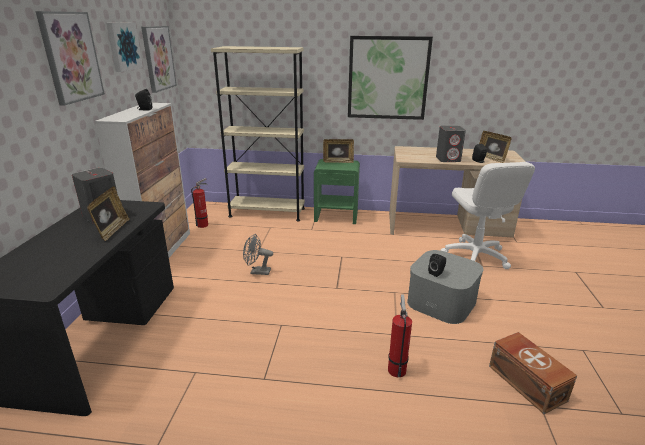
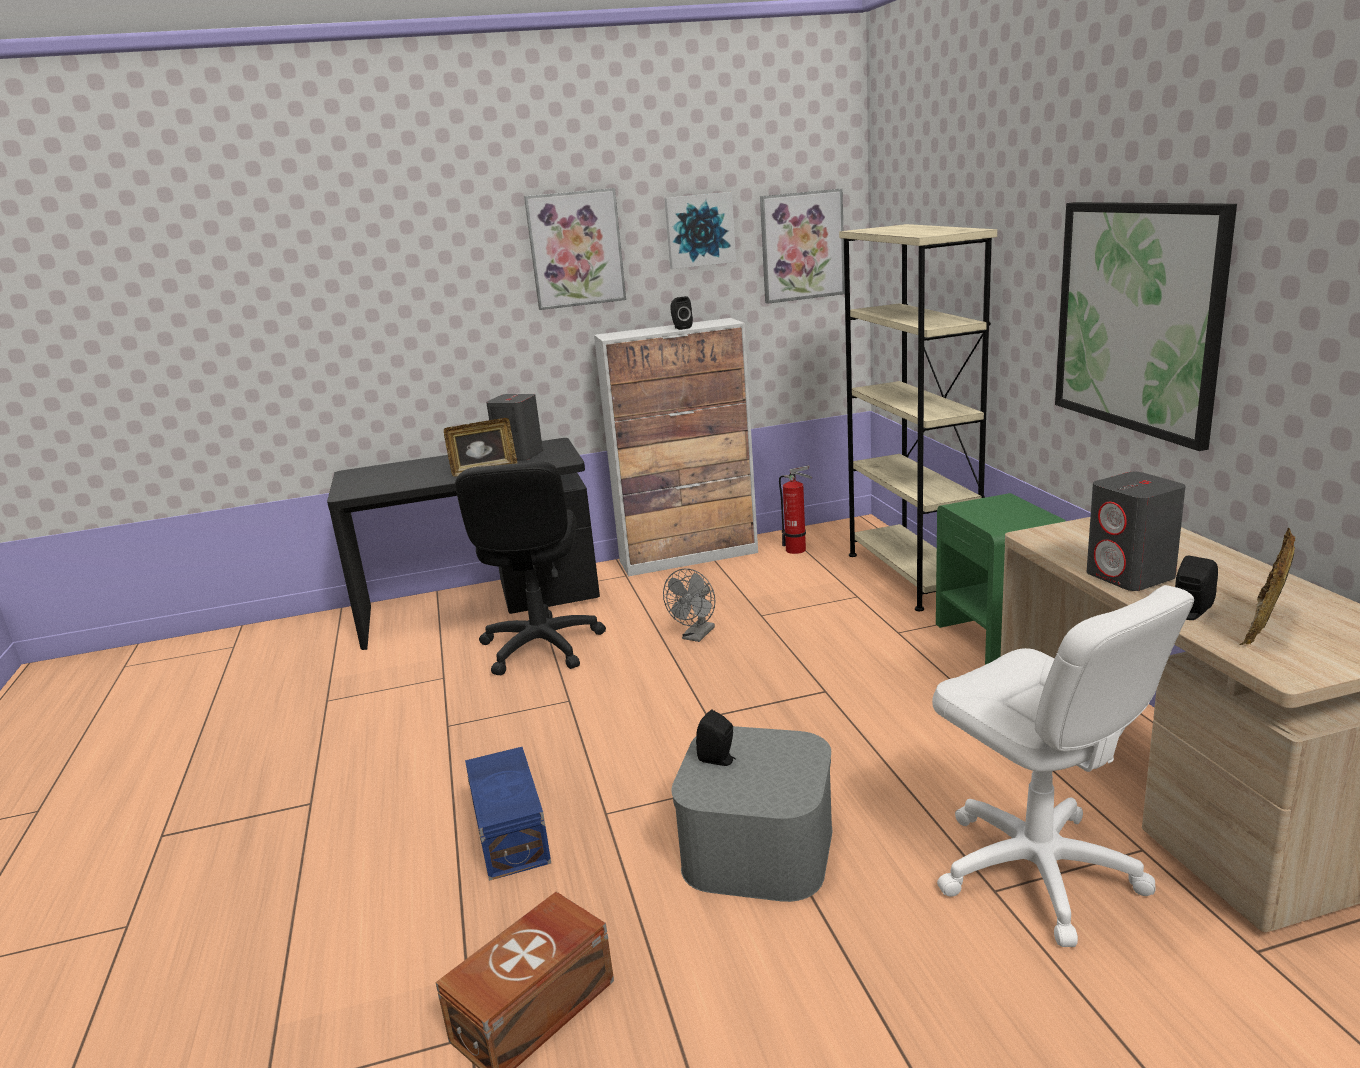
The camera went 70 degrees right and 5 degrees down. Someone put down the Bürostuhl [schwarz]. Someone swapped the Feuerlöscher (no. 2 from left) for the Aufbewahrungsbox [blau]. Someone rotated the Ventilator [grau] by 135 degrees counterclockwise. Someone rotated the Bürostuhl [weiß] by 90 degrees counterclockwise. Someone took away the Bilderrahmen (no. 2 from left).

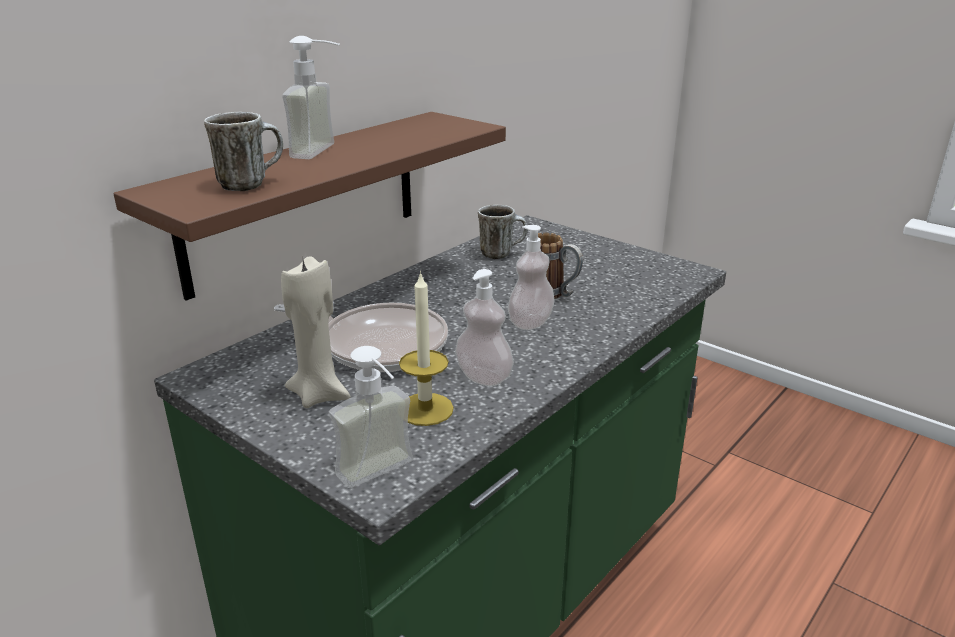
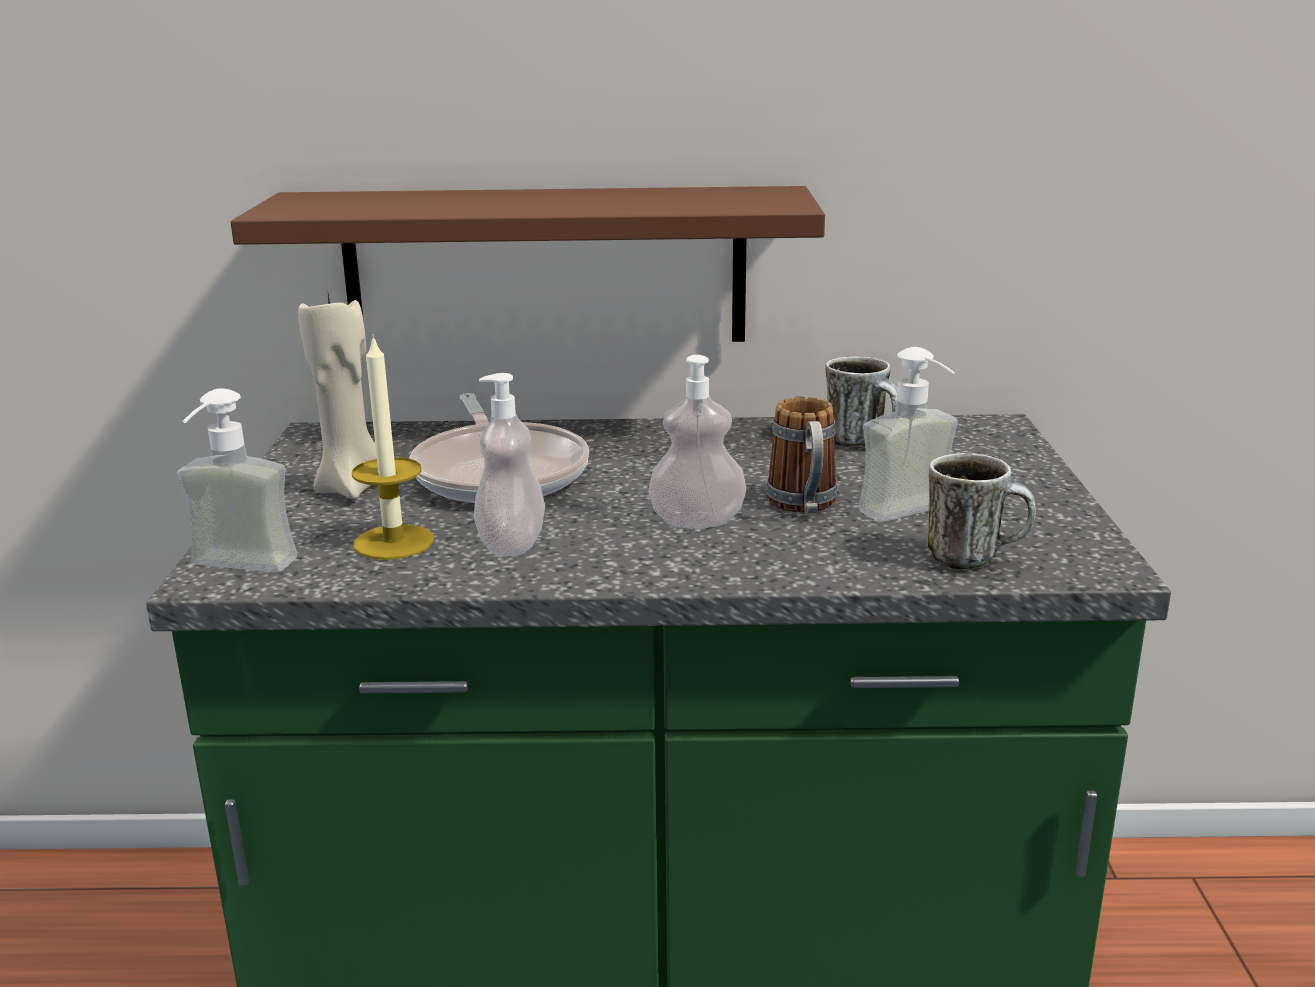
The camera went 50 degrees right and 5 degrees down. Someone carried the Seifenspender (no. 1 from left in the first image). Someone carried the Henkelbecher (no. 1 from left in the first image).

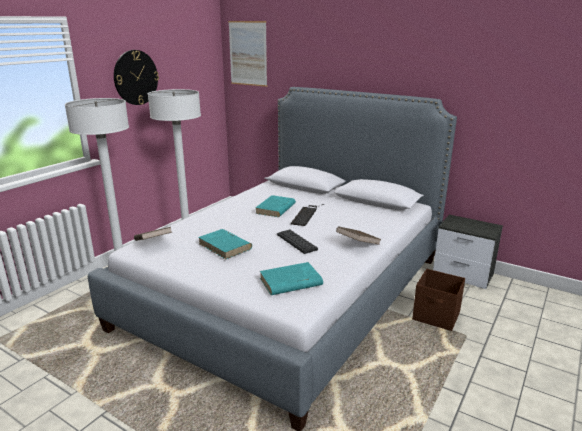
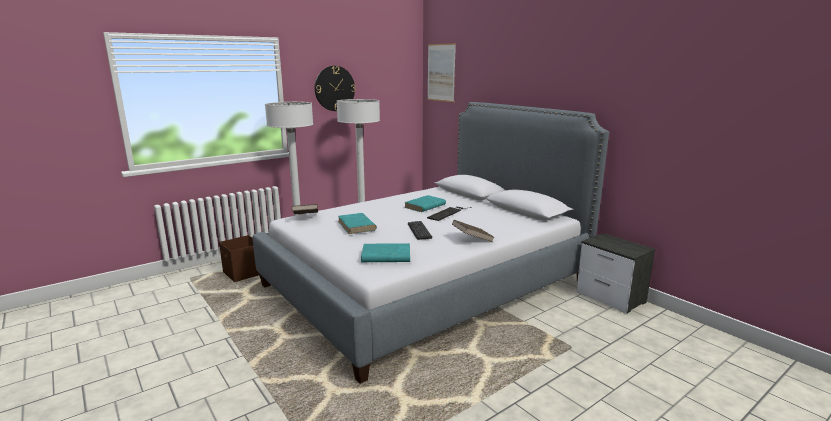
The camera went 20 degrees right and 5 degrees down. Someone carried the Aufbewahrungsbox [braun].

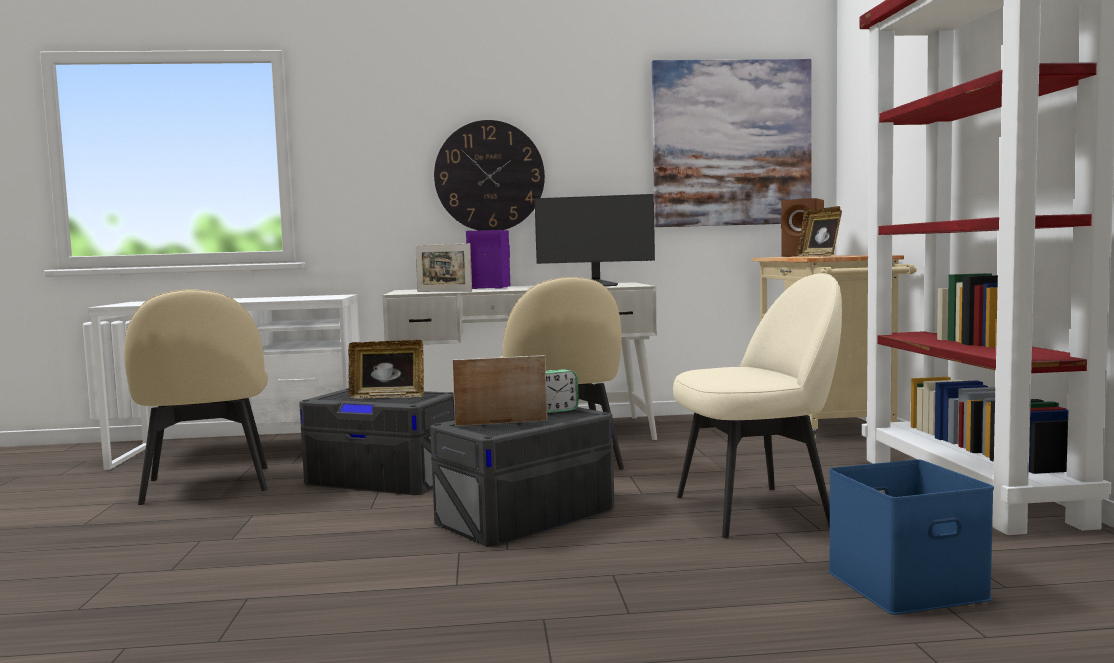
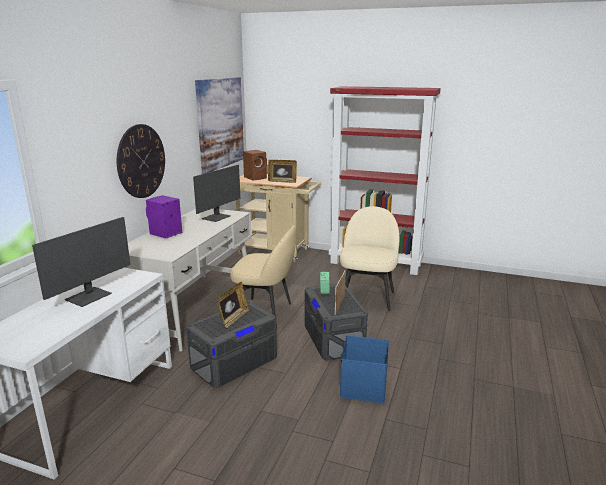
The camera went 65 degrees left and 15 degrees up. Someone put down the Monitor (no. 1 from left). Someone carried the Aufbewahrungsbox [blau]. Someone took away the Stuhl [beige] (no. 1 from left). Someone took away the Bilderrahmen (no. 2 from left).

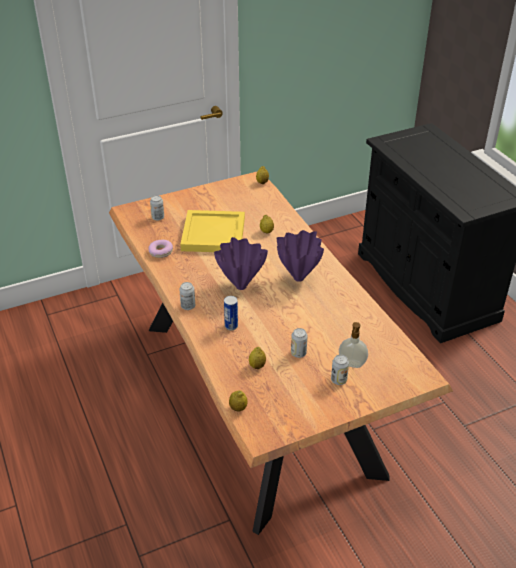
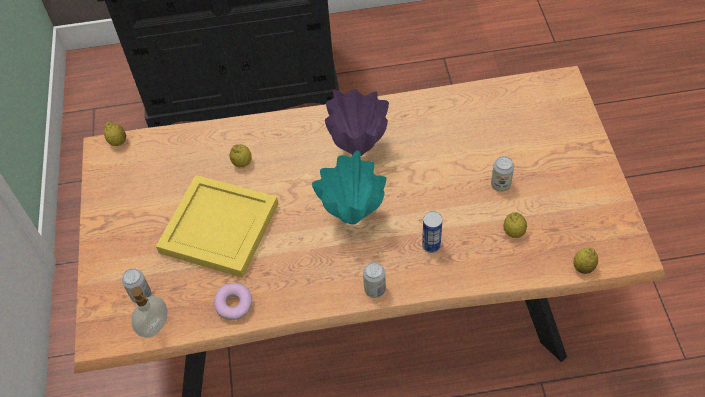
The camera went 70 degrees left and 15 degrees up. Someone carried the Seifenspender. Someone repainted the Vase [lila] (no. 1 from left), which became the Vase [türkis]. Someone took away the Dose (no. 5 from left).

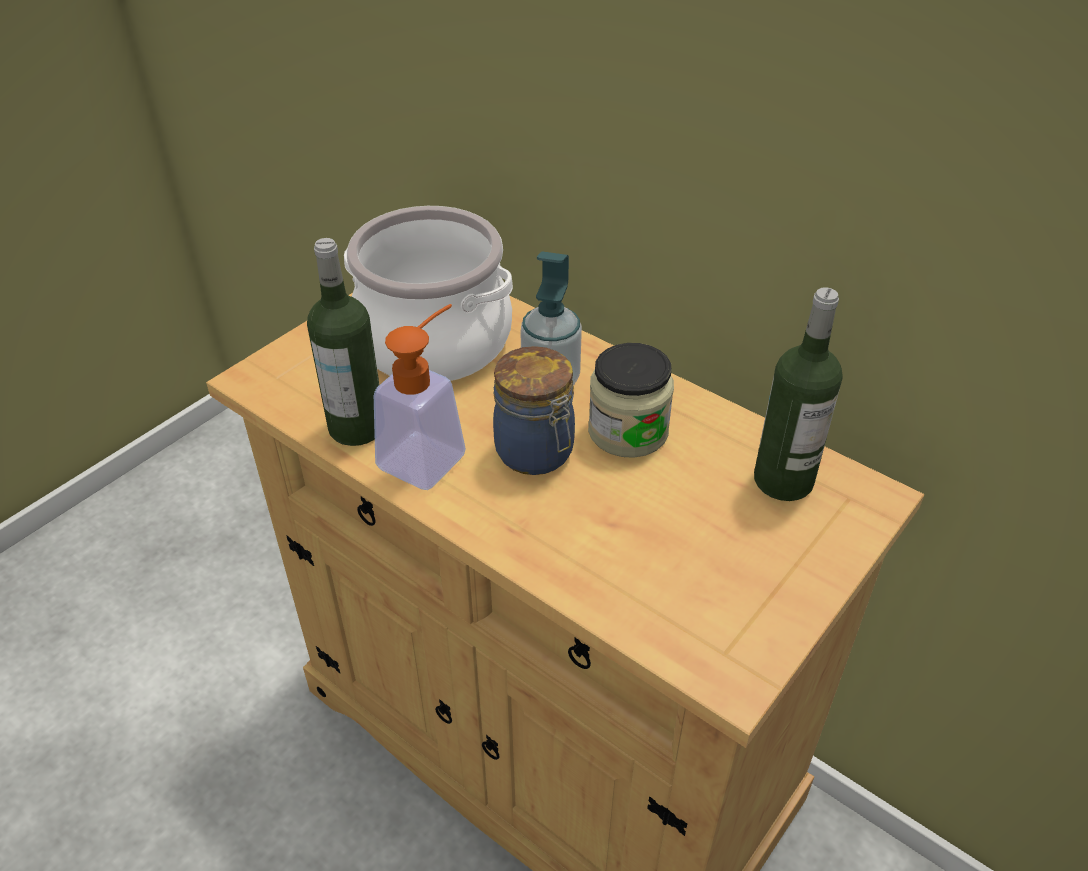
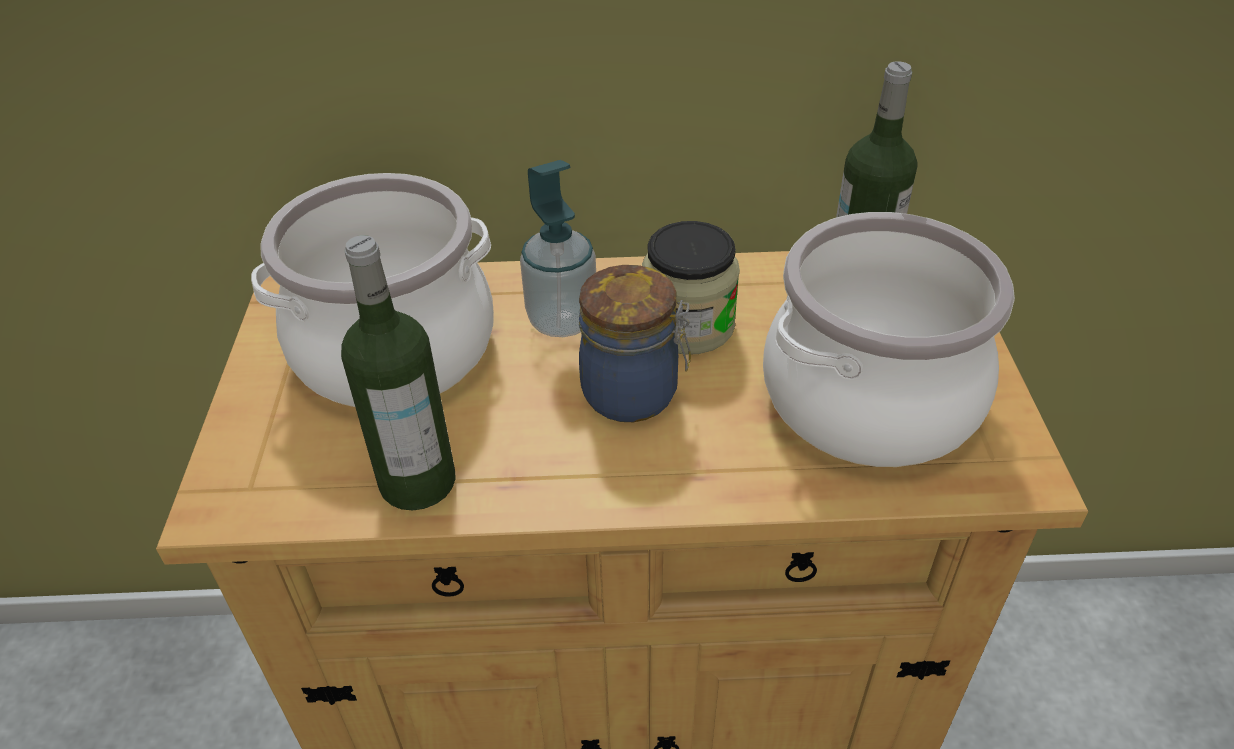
The camera went 40 degrees left and 0 degrees up. Someone put down the Kochtopf (no. 2 from left). Someone took away the Seifenspender (no. 1 from left).

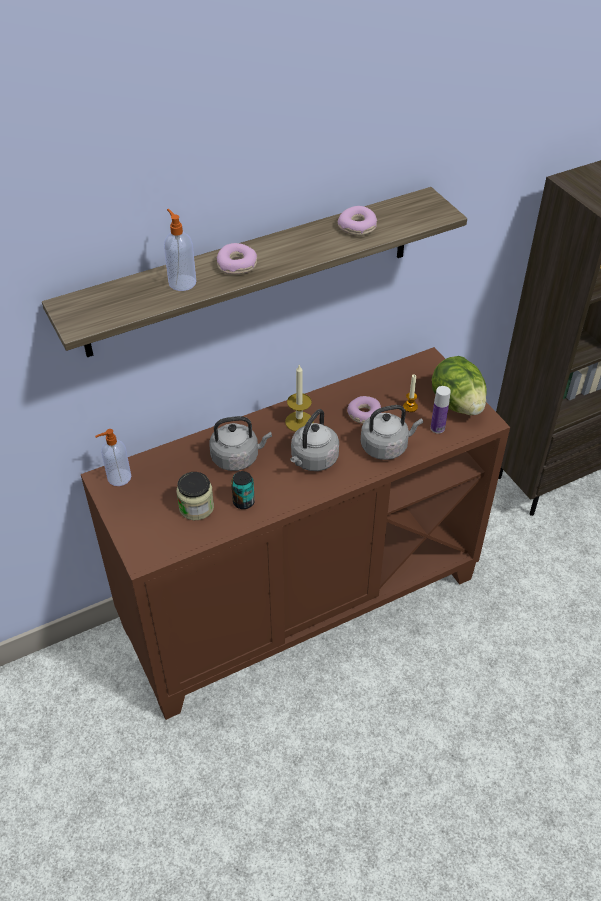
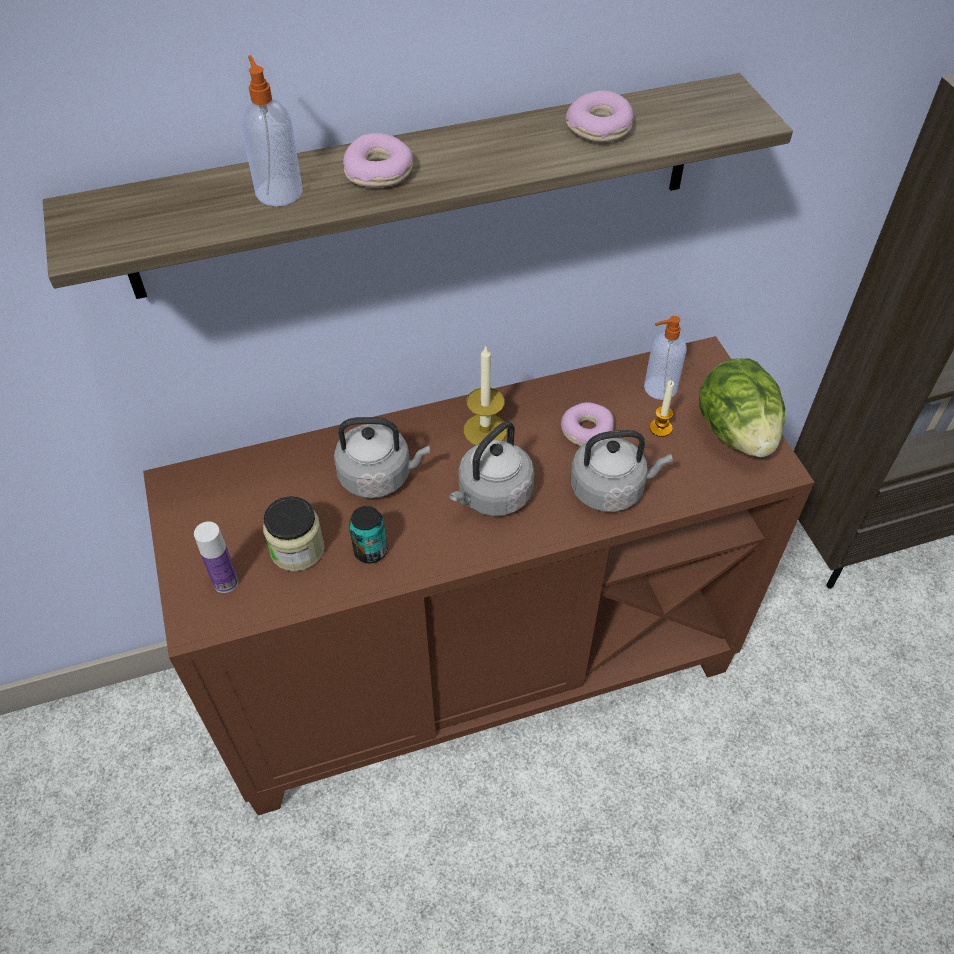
The camera went 10 degrees right and 5 degrees up. Someone carried the Flasche. Someone carried the Seifenspender (no. 1 from left in the first image).

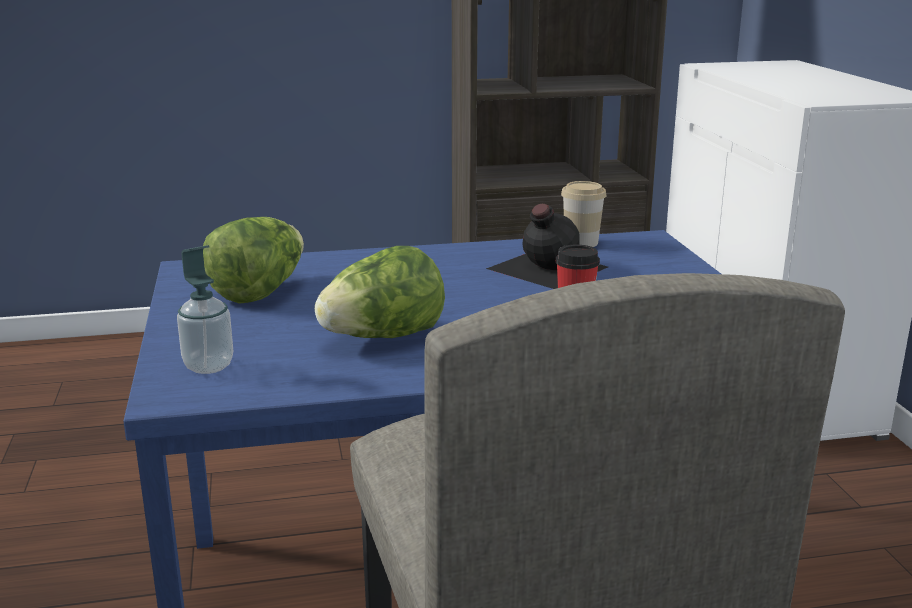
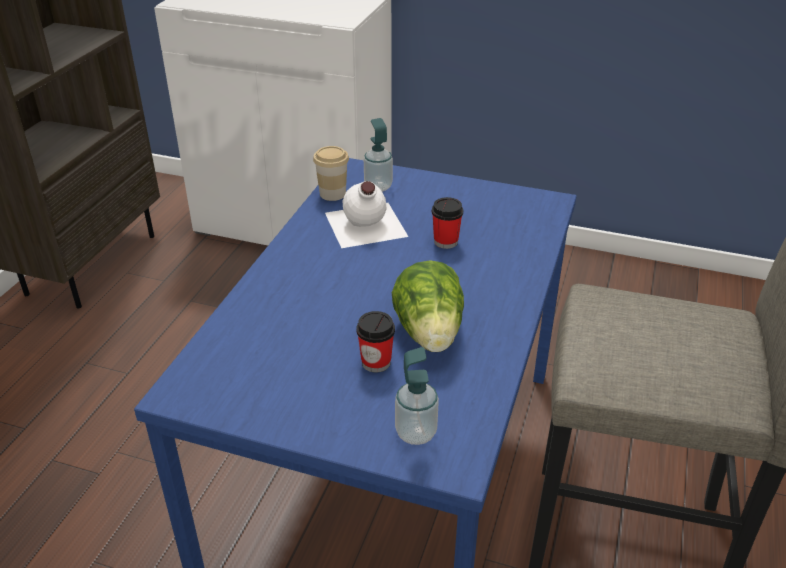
The camera went 60 degrees left and 15 degrees up. Someone repainted the Flasche [schwarz], which became the Flasche [weiß]. Someone put down the Tasse (no. 2 from left). Someone put down the Seifenspender (no. 1 from left). Someone took away the Salatkopf (no. 1 from left).

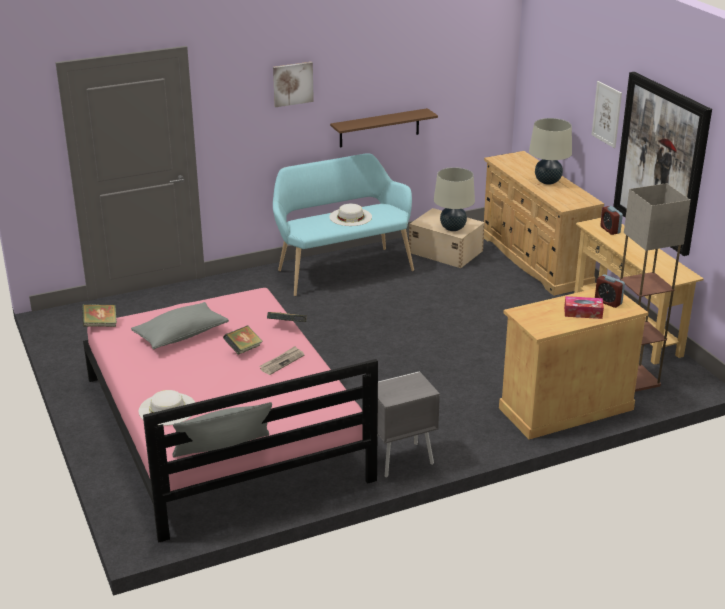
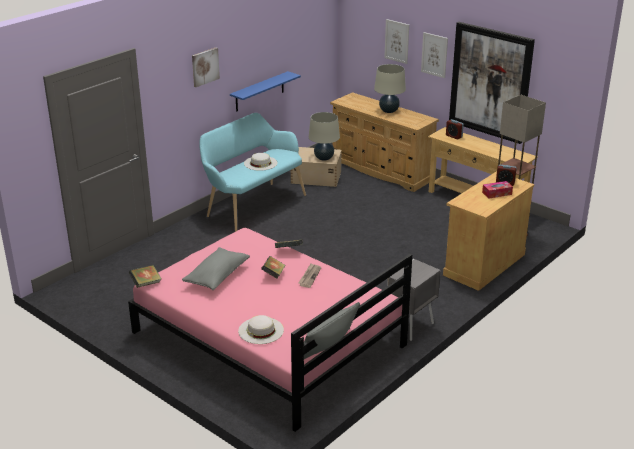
The camera went 25 degrees left and 0 degrees up. Someone repainted the Wandregal [braun], which became the Wandregal [blau]. Someone put up the Bild (no. 2 from left).

